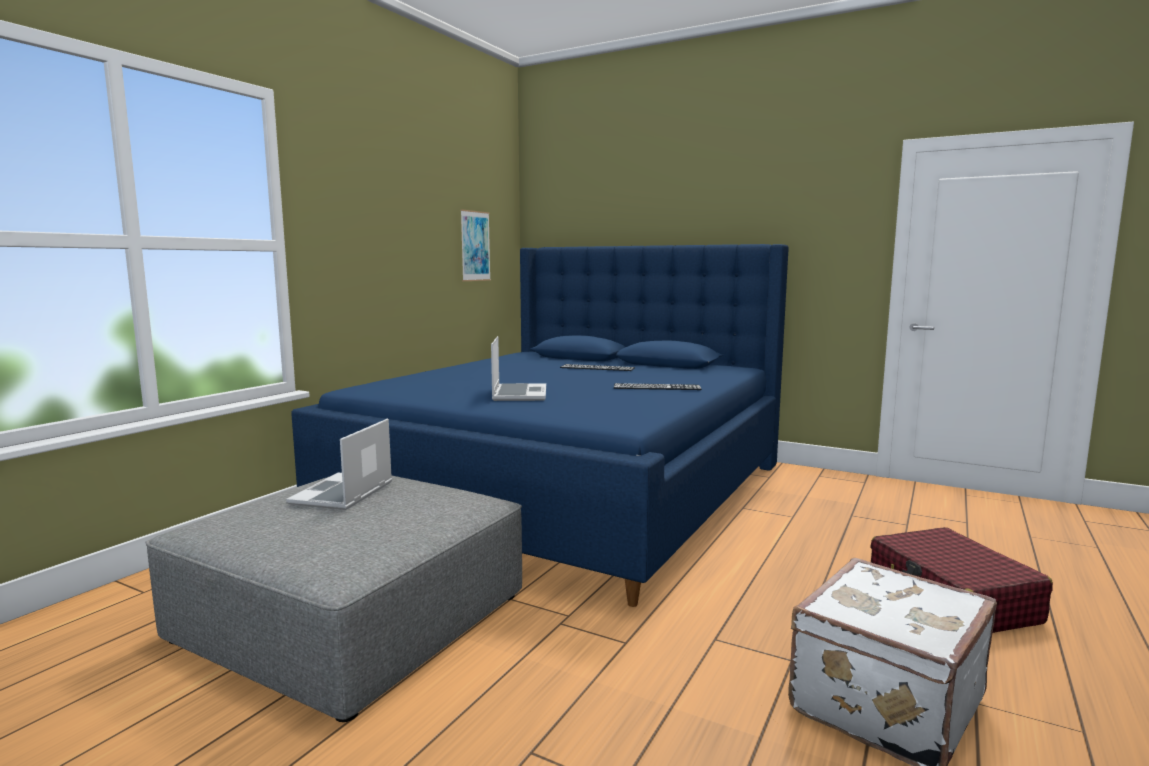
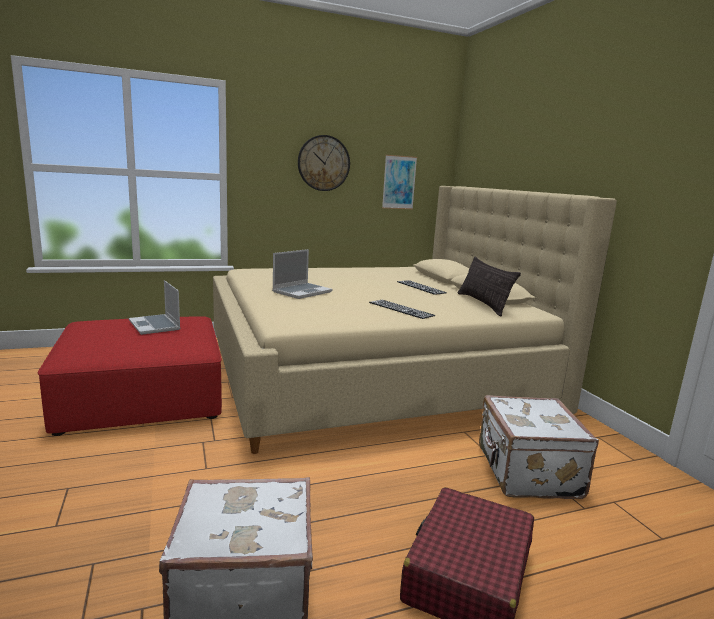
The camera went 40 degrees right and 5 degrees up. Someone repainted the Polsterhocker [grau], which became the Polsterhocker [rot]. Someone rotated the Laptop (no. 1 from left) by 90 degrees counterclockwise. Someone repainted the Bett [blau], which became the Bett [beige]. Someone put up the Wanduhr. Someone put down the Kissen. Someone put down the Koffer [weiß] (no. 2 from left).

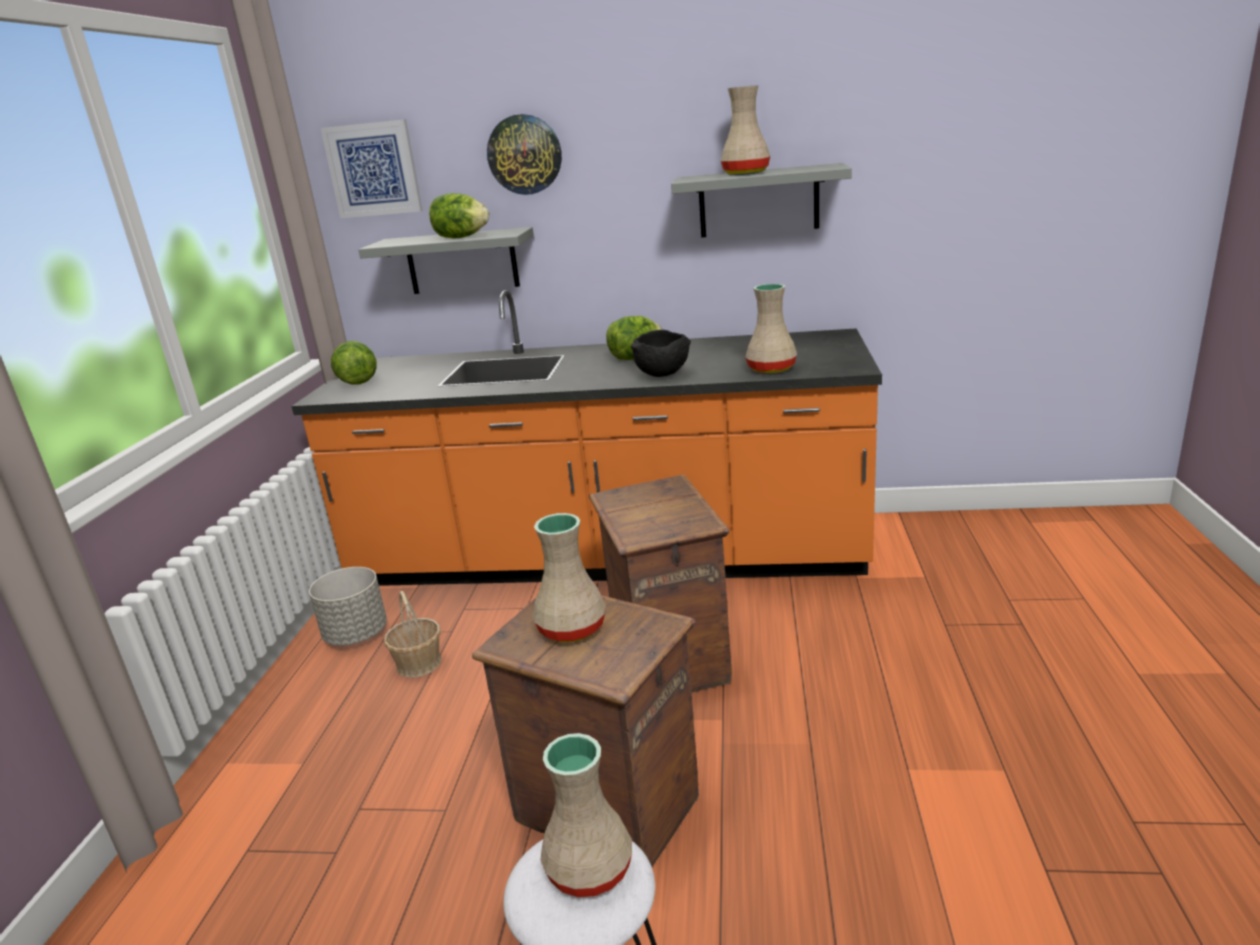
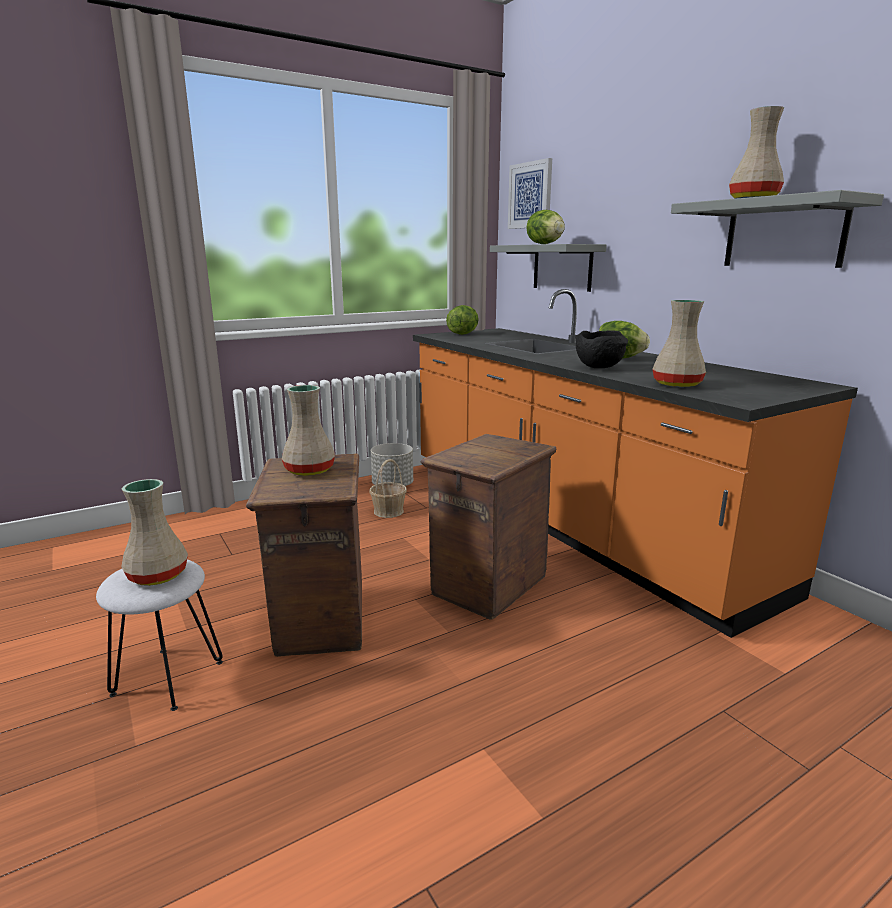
The camera went 50 degrees right and 5 degrees down. Someone took away the Wanduhr.

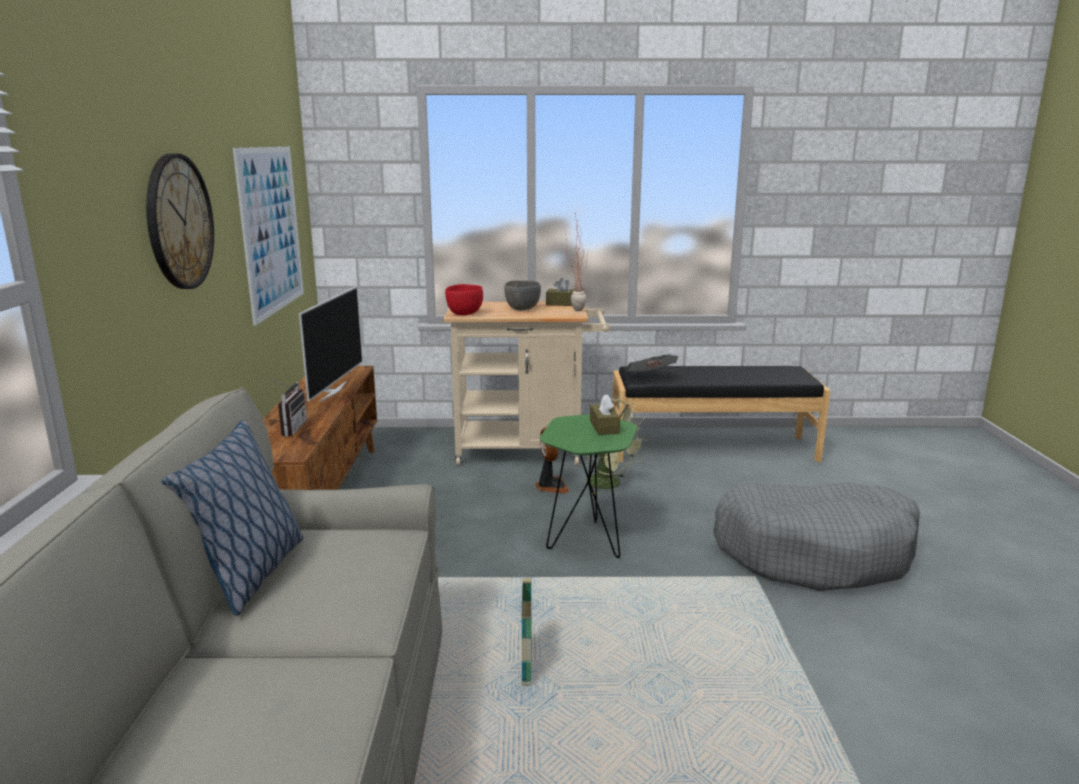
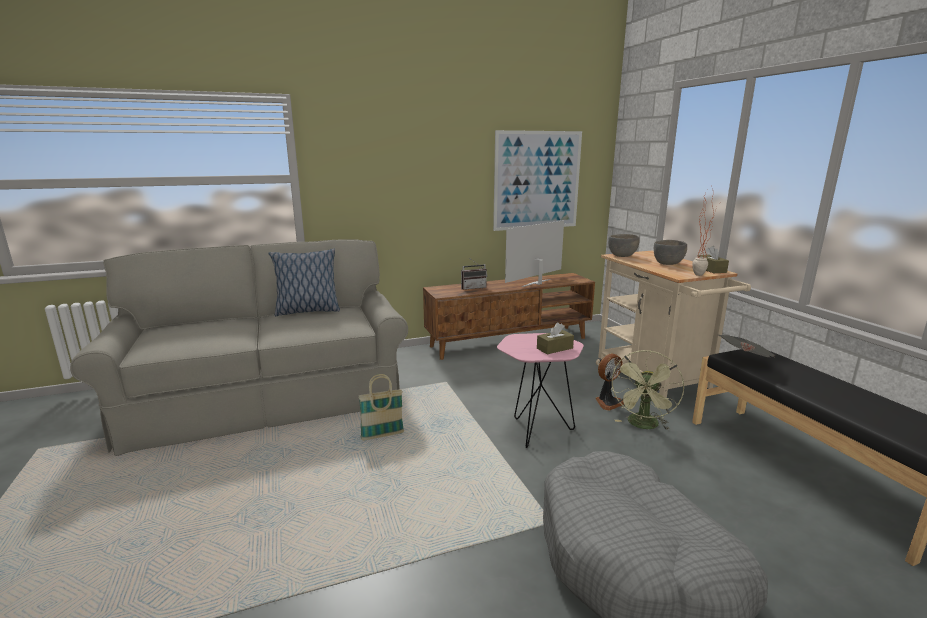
The camera went 70 degrees right and 0 degrees up. Someone repainted the Beistelltisch [grün], which became the Beistelltisch [rosa]. Someone rotated the Fernseher by 150 degrees clockwise. Someone repainted the Schüssel [rot], which became the Schüssel [grau] (no. 1 from left). Someone took away the Wanduhr.

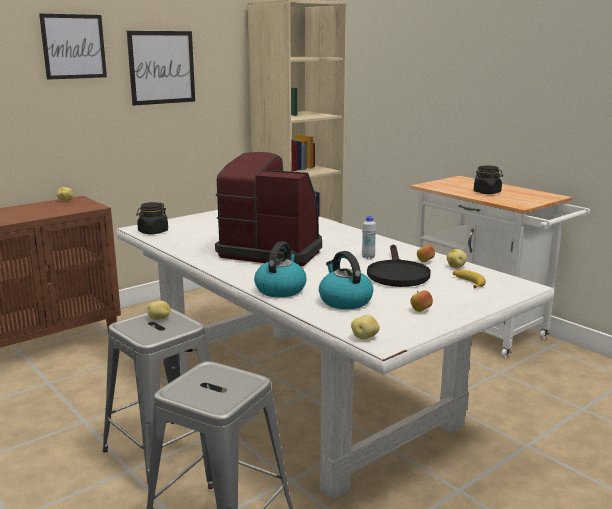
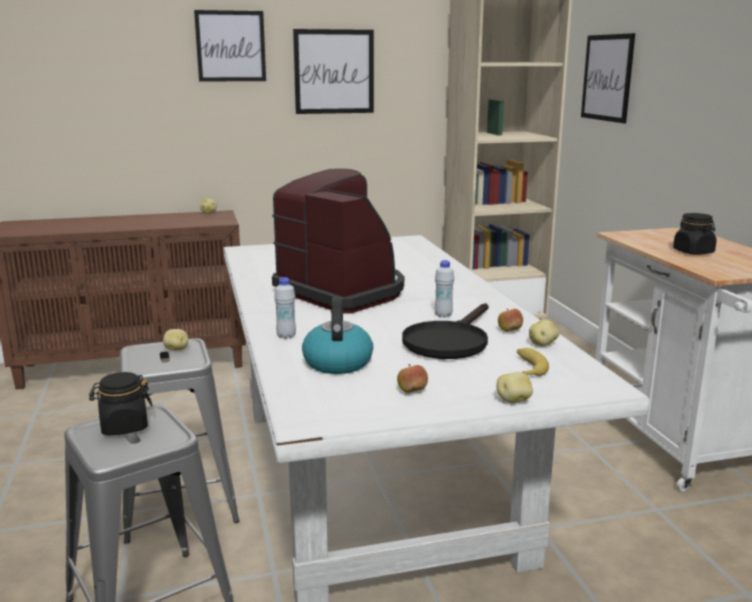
The camera went 25 degrees right and 0 degrees up. Someone carried the Vorratsglas [schwarz] (no. 1 from left). Someone swapped the Wasserkessel (no. 1 from left) for the Flasche [weiß] (no. 1 from left). Someone carried the Kartoffel (no. 3 from left). Someone put up the Bild (no. 3 from left).

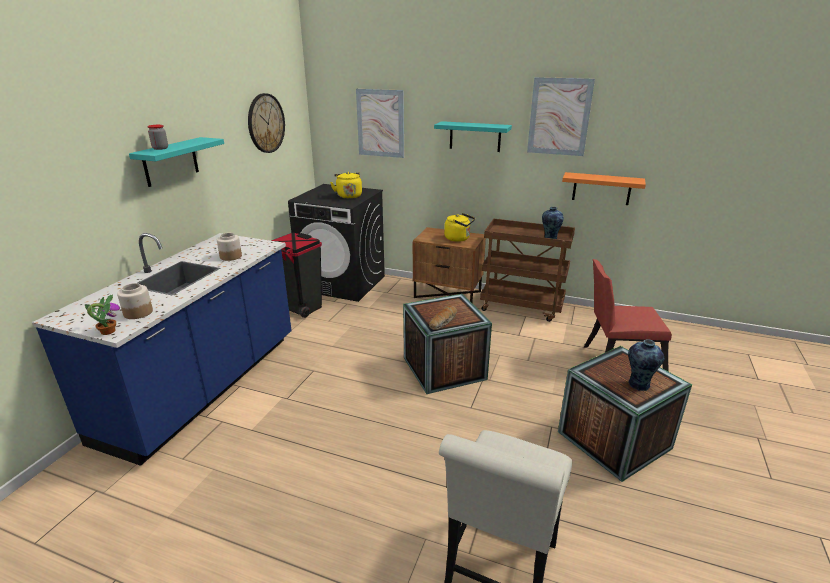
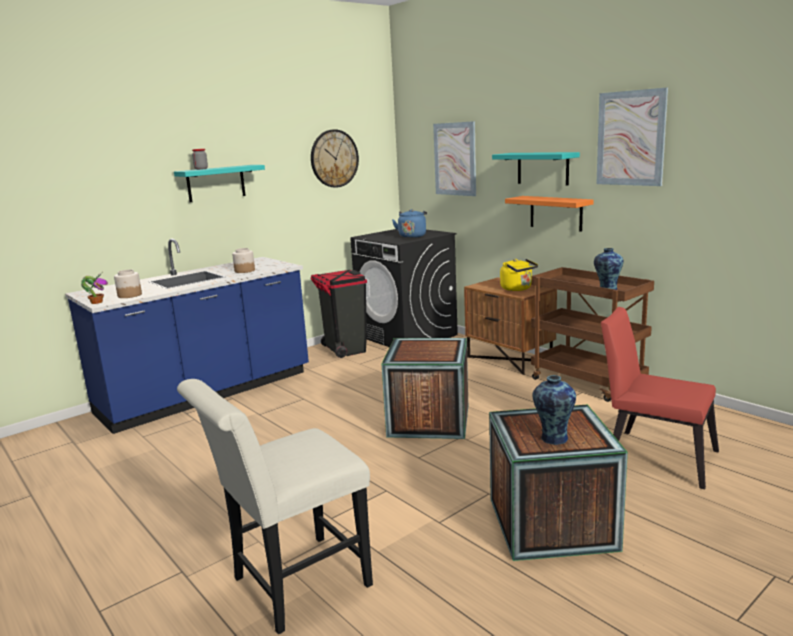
The camera went 30 degrees right and 10 degrees down. Someone repainted the Wasserkessel [gelb] (no. 1 from left), which became the Wasserkessel [blau]. Someone carried the Wandregal [orange]. Someone took away the Brot.

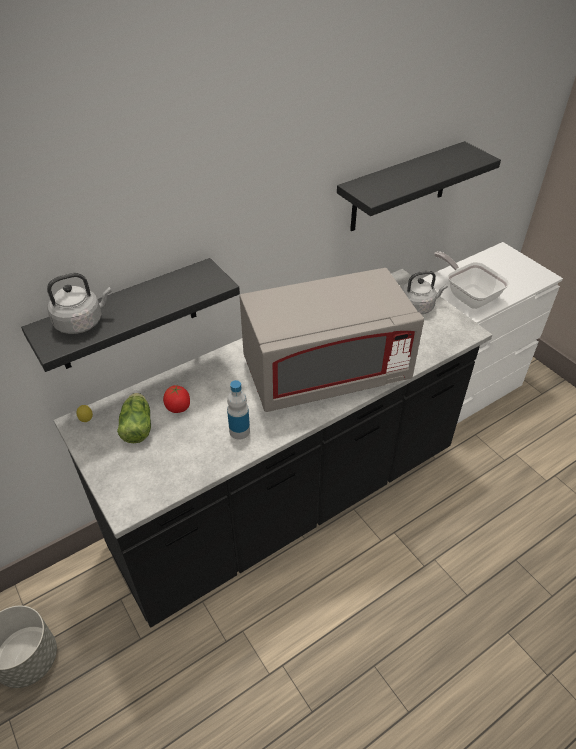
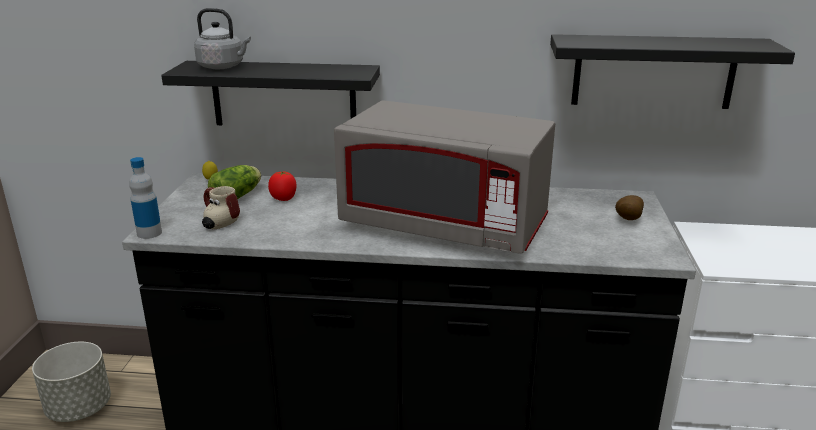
The camera went 40 degrees right and 20 degrees down. Someone carried the Flasche. Someone put down the Henkelbecher. Someone swapped the Wasserkessel [grau] (no. 2 from left) for the Kartoffel. Someone took away the Pfanne.

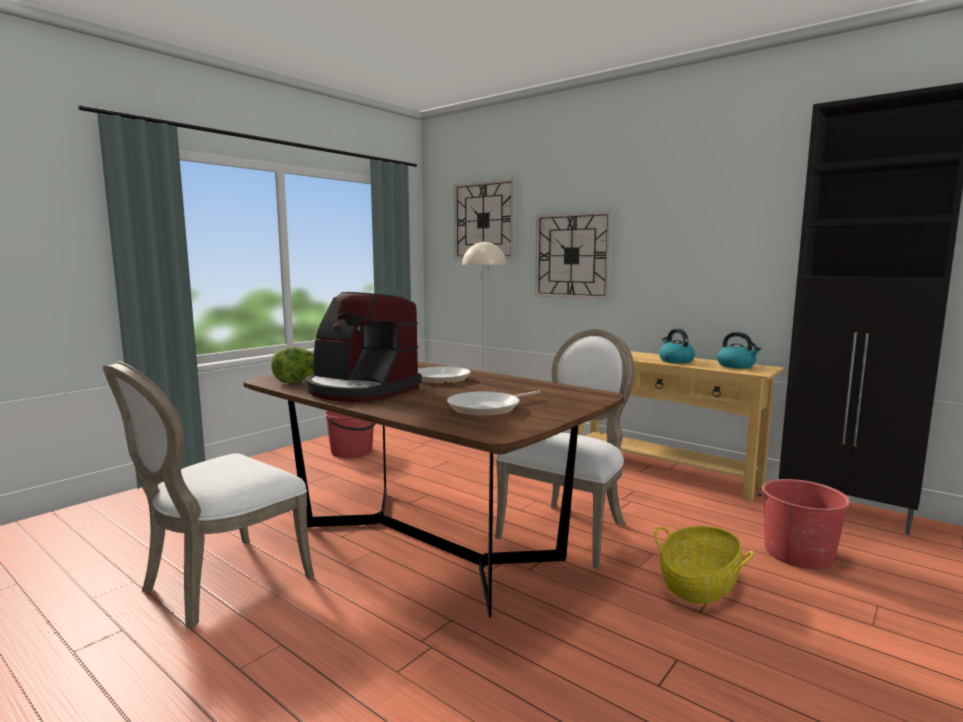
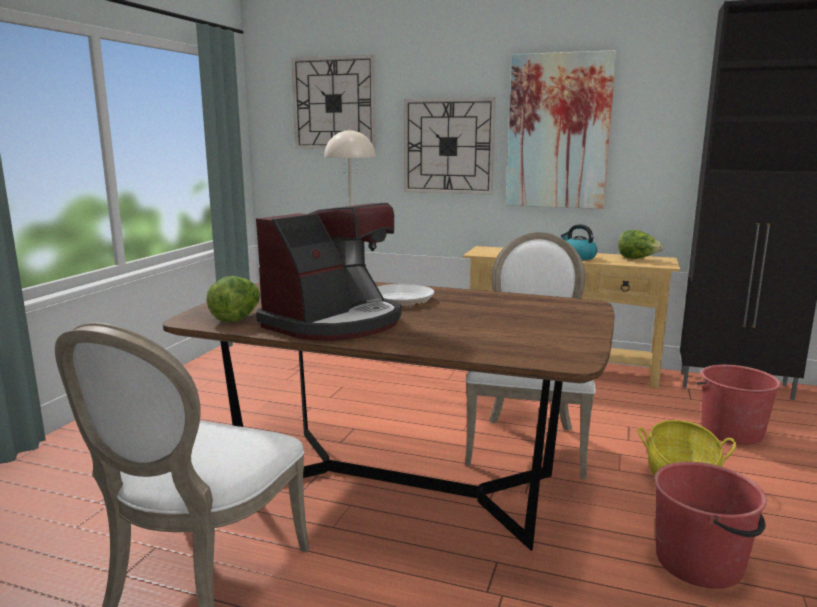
The camera went 20 degrees left and 5 degrees up. Someone rotated the Kaffeemaschine by 60 degrees counterclockwise. Someone put up the Bild. Someone swapped the Wasserkessel (no. 2 from left) for the Salatkopf (no. 2 from left). Someone carried the Eimer [rot] (no. 1 from left). Someone took away the Pfanne (no. 2 from left).

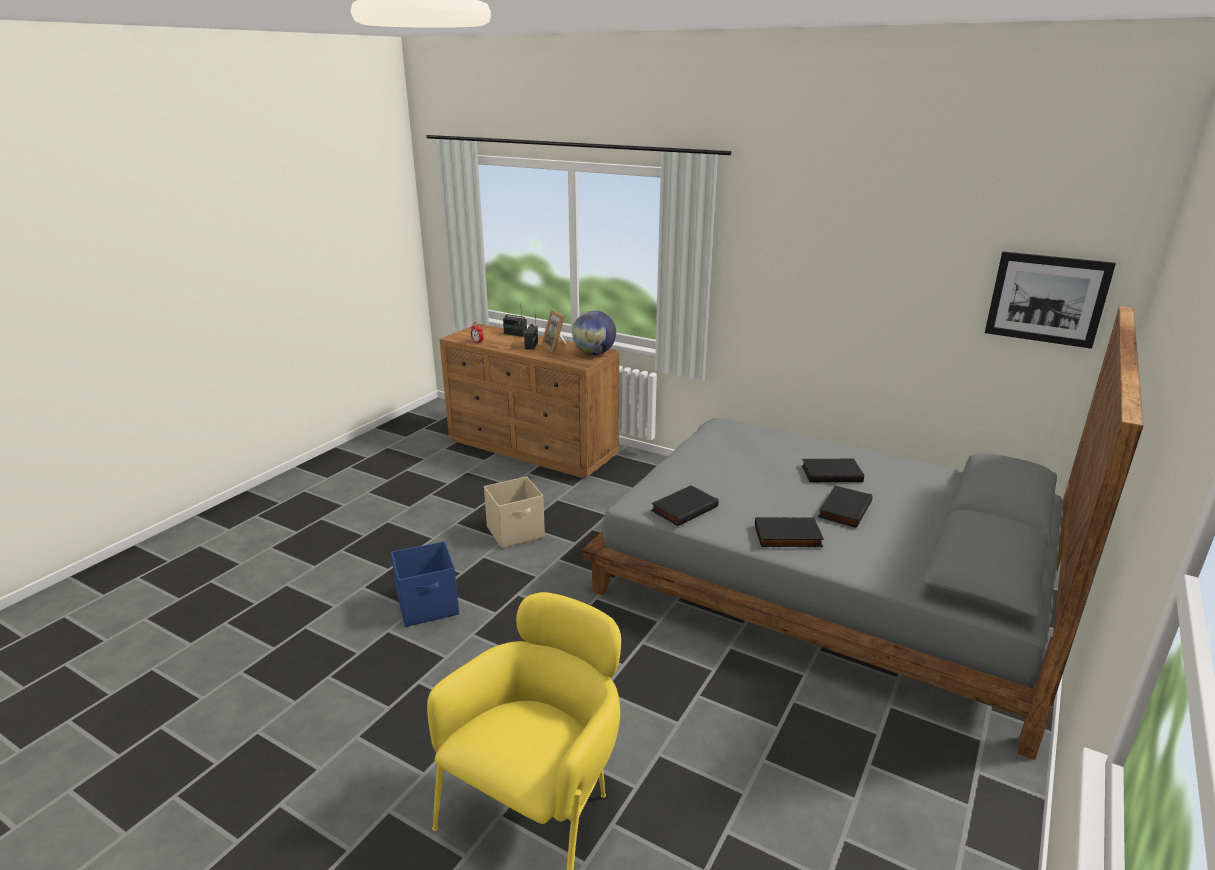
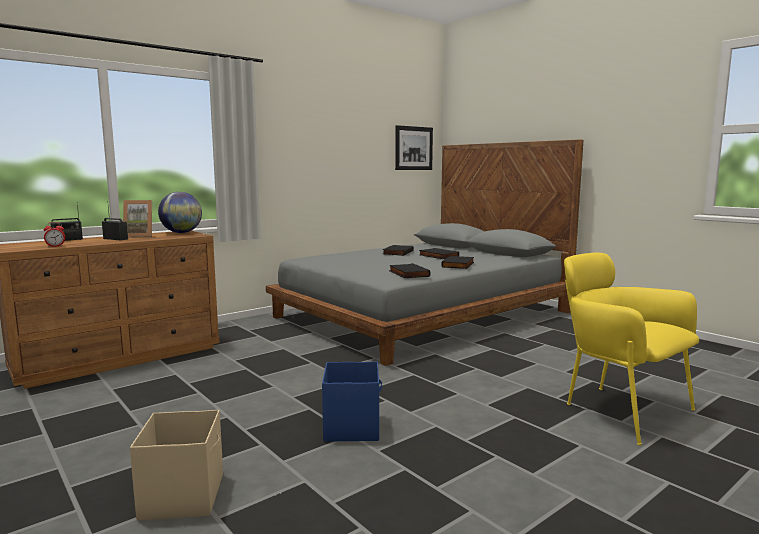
The camera went 70 degrees left and 15 degrees down. Someone carried the Aufbewahrungsbox [beige].

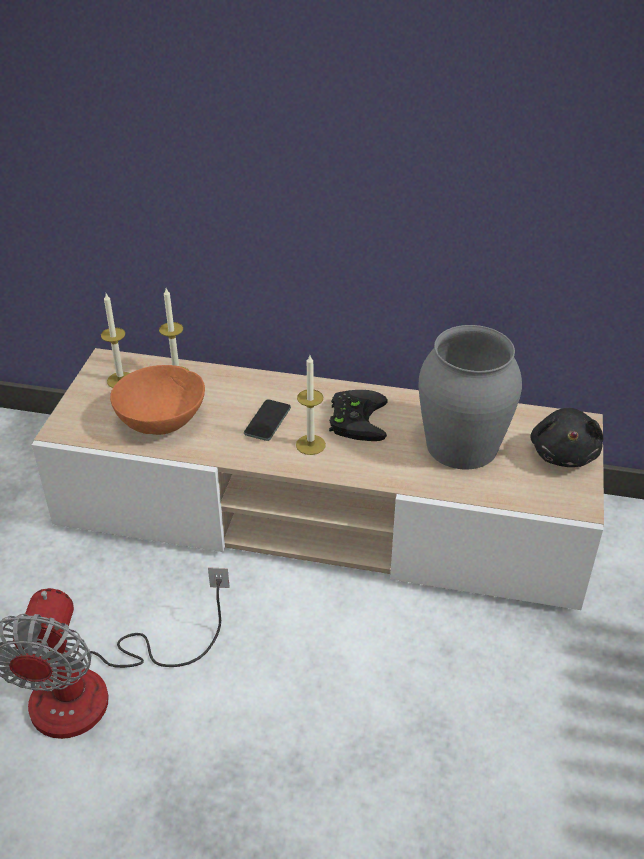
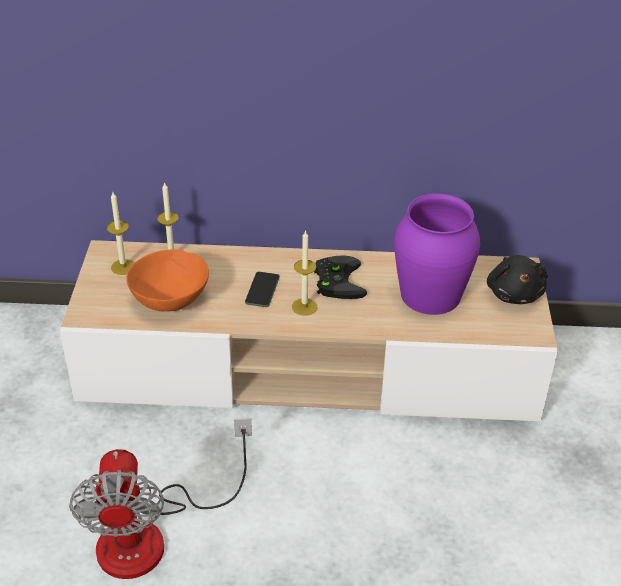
The camera went 10 degrees left and 0 degrees up. Someone repainted the Vase [grau], which became the Vase [lila].

